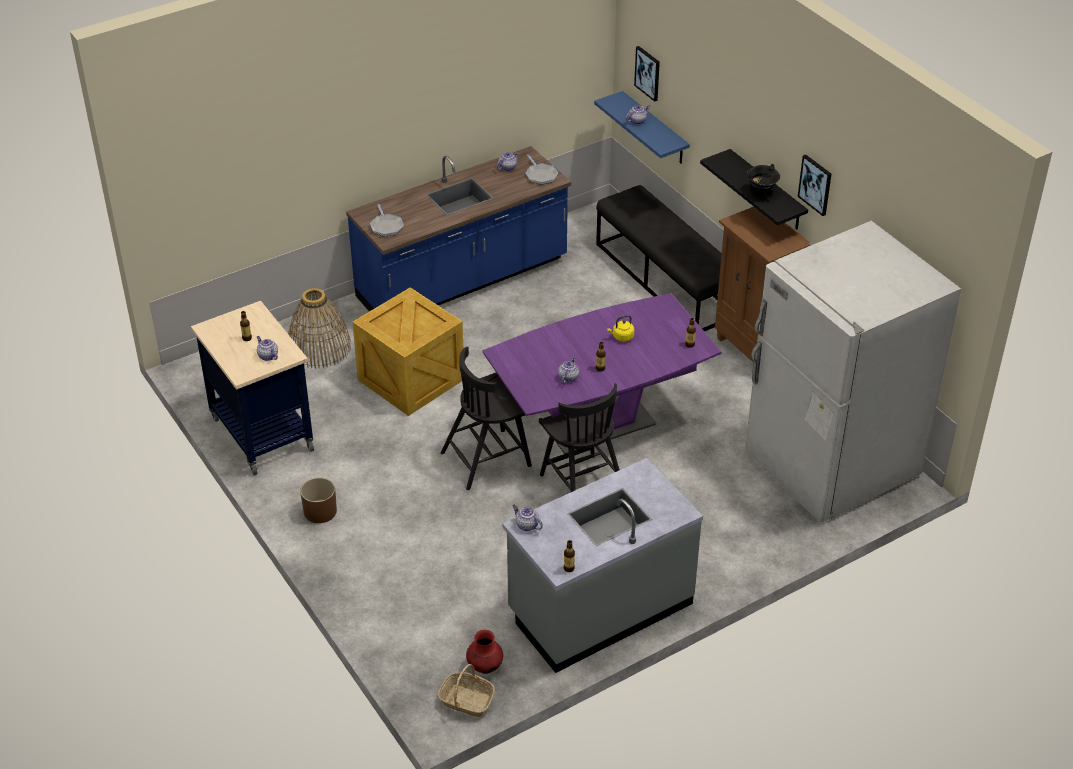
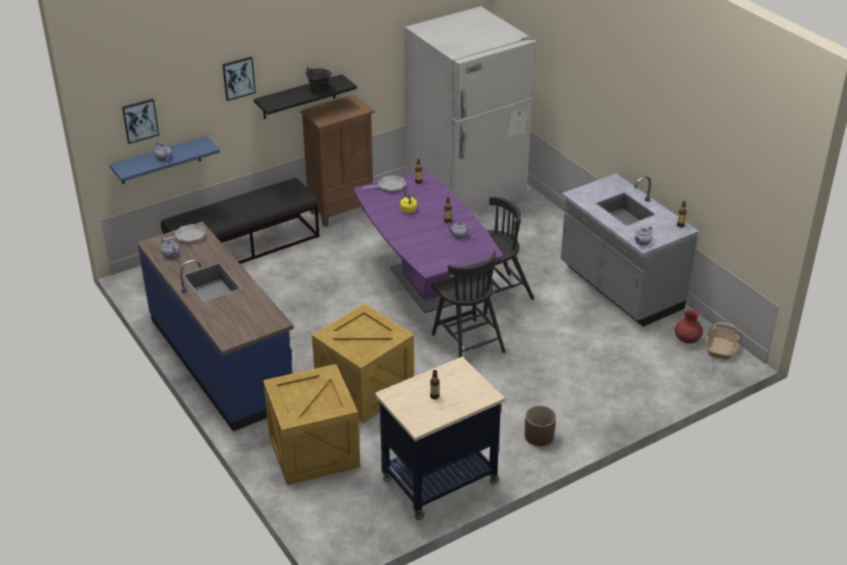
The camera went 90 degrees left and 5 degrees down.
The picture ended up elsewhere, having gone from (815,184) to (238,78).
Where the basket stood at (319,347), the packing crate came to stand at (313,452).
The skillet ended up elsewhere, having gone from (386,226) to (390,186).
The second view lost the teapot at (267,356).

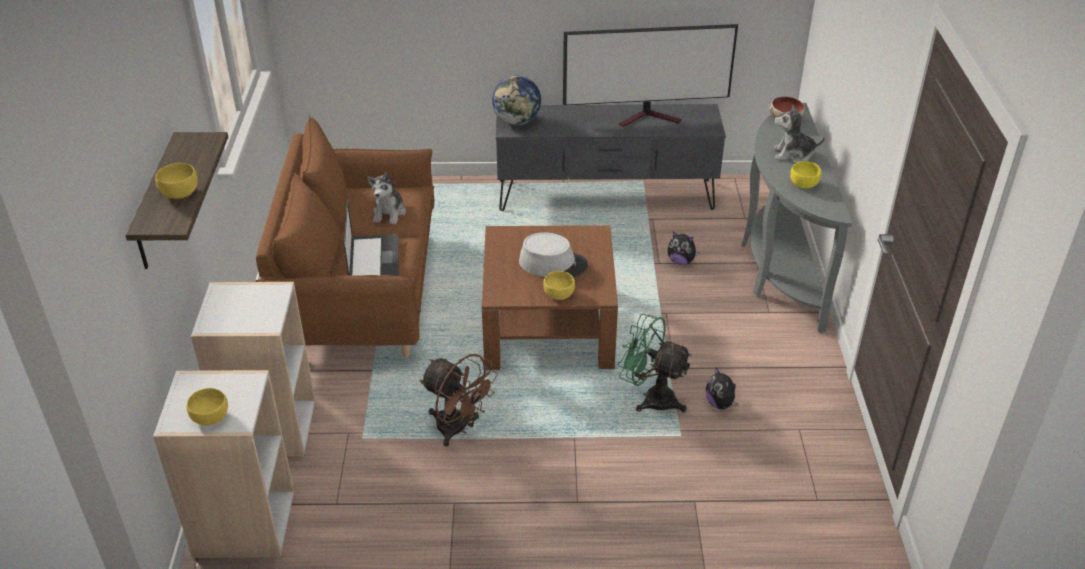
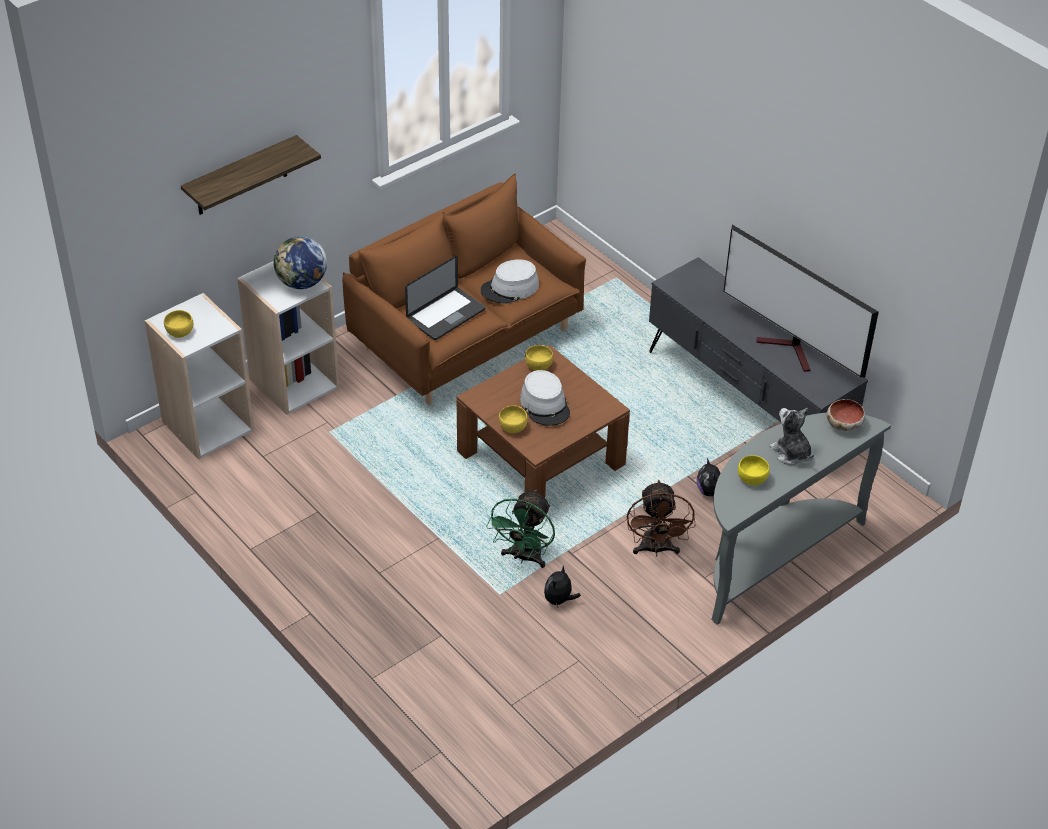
The camera went 50 degrees right and 5 degrees up.
The desk globe ended up elsewhere, having gone from (517,121) to (302,283).
Where the soft toy stood at (389,213), the grey hat came to stand at (510,288).
The green cooling fan at (651,397) ended up facing another way, 150 degrees counterclockwise from before.
The yellow serving bowl ended up elsewhere, having gone from (179,193) to (538,365).
The brownish cooling fan ended up elsewhere, having gone from (458,429) to (656,549).

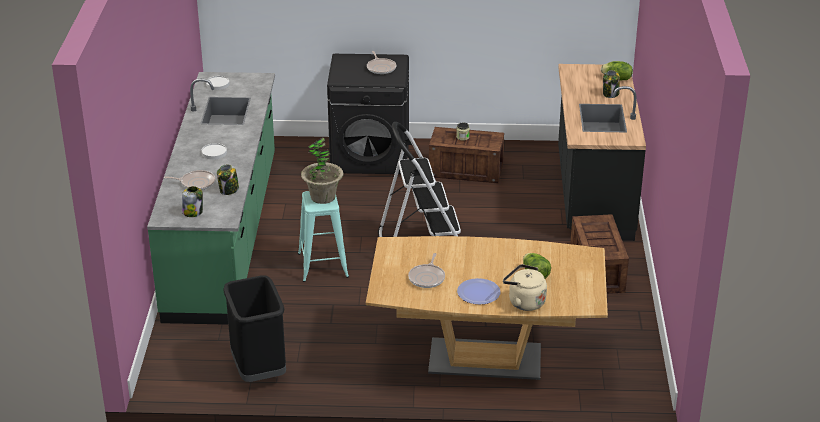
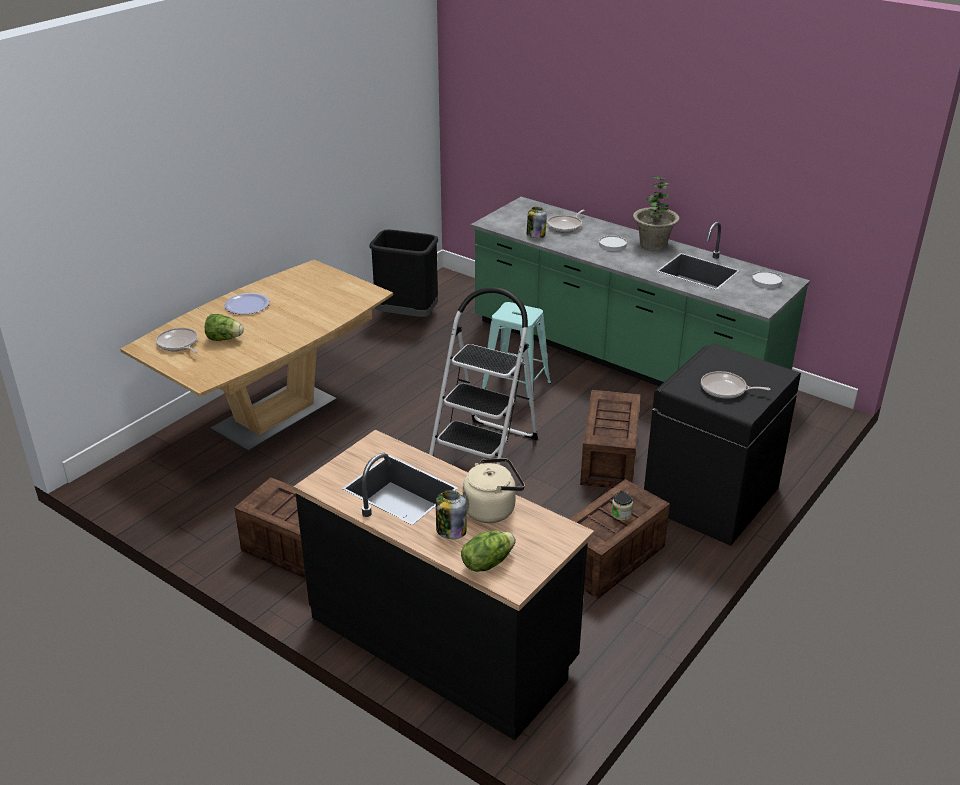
The camera went 125 degrees right and 0 degrees up.
The skillet ended up elsewhere, having gone from (427,278) to (178,344).
The sand-coloured tea kettle ended up elsewhere, having gone from (524,302) to (492,509).
The second view gained the packing crate at (609,457).
The plant in a pot ended up elsewhere, having gone from (323,197) to (653,244).
The second view lost the jar at (193,212).

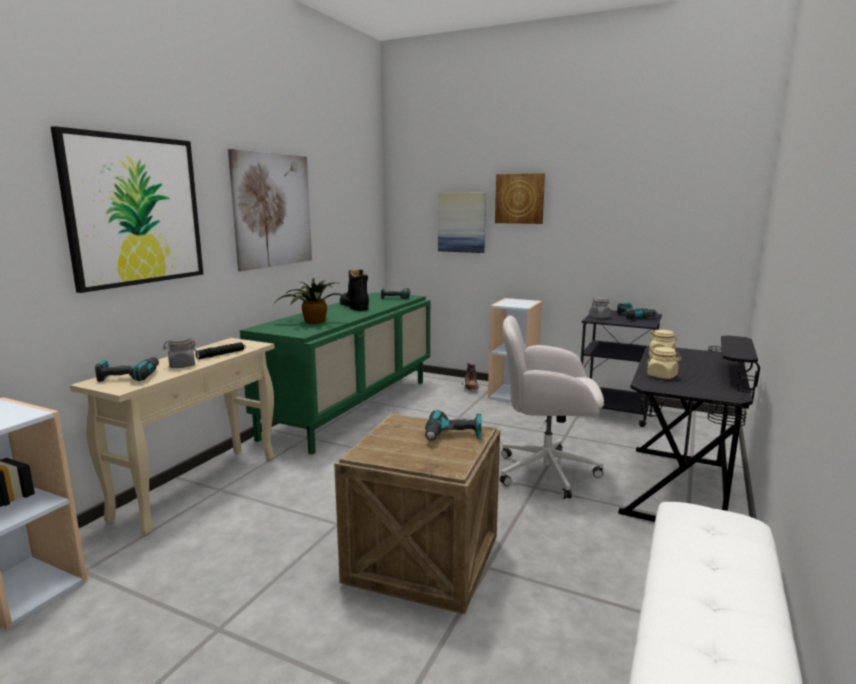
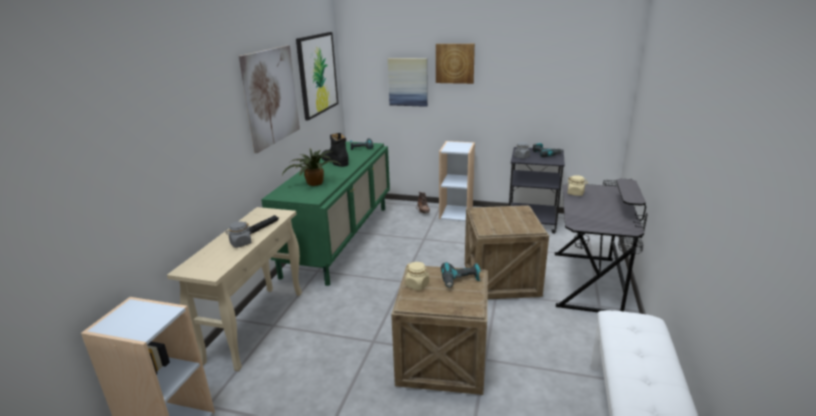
The camera went 10 degrees left and 10 degrees up.
The picture ended up elsewhere, having gone from (135,210) to (317,74).
The sand-coloured jar ended up elsewhere, having gone from (662,376) to (417,285).
Where the white-coloured office chair stood at (546,472), the packing crate came to stand at (500,280).
The second view lost the drill at (129,376).

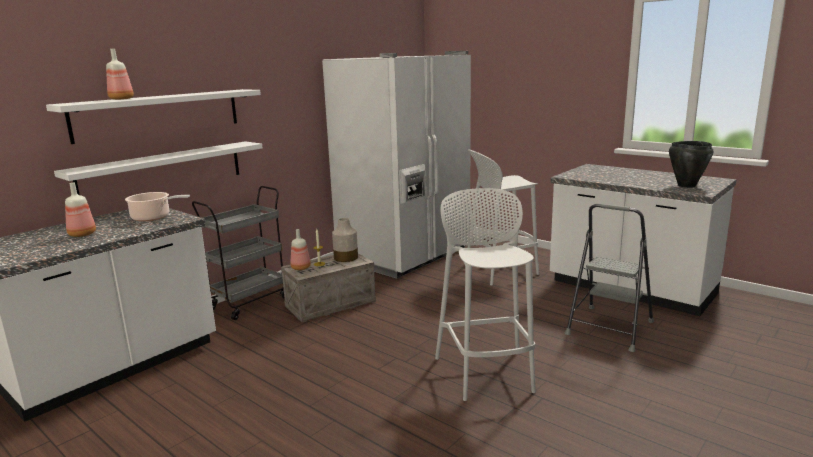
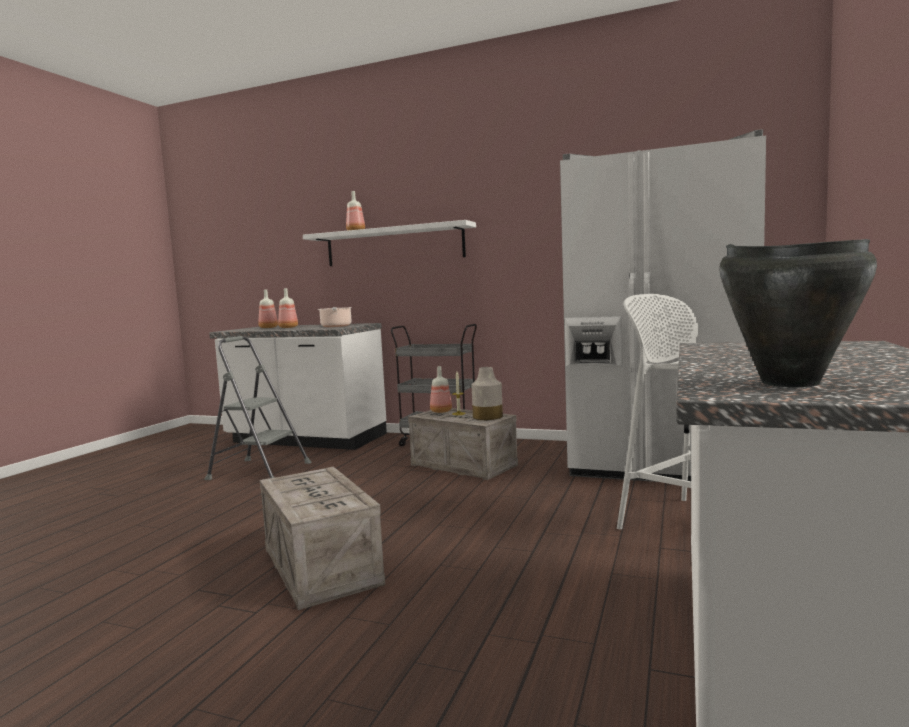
The camera went 70 degrees right and 10 degrees down.
The grey step stool ended up elsewhere, having gone from (609,328) to (257,470).
The second view gained the drink bottle at (267,328).
Where the white-coloured stool stood at (487,372), the packing crate came to stand at (322,566).
The second view lost the white-coloured shelf at (164,171).

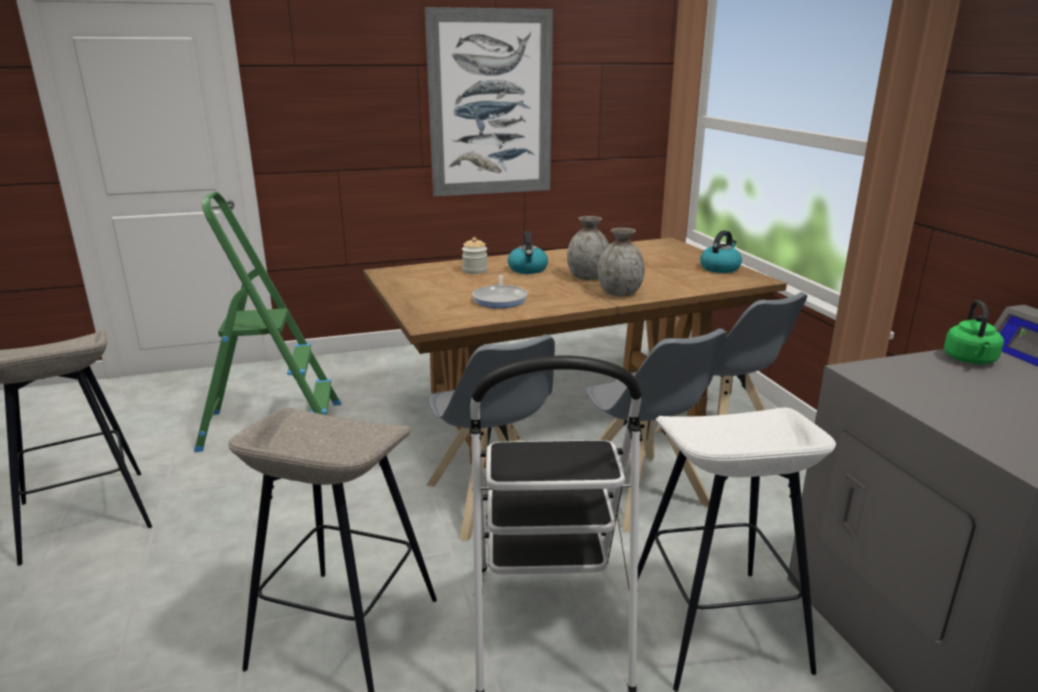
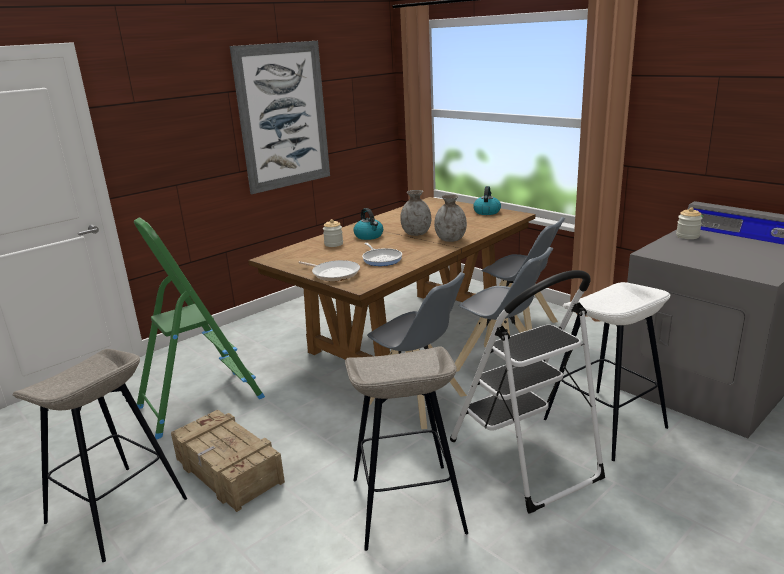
The camera went 25 degrees left and 0 degrees up.
The second view gained the packing crate at (228,471).
The second view gained the skillet at (334,274).
Where the green tea kettle stood at (970,360), the jar came to stand at (687,236).

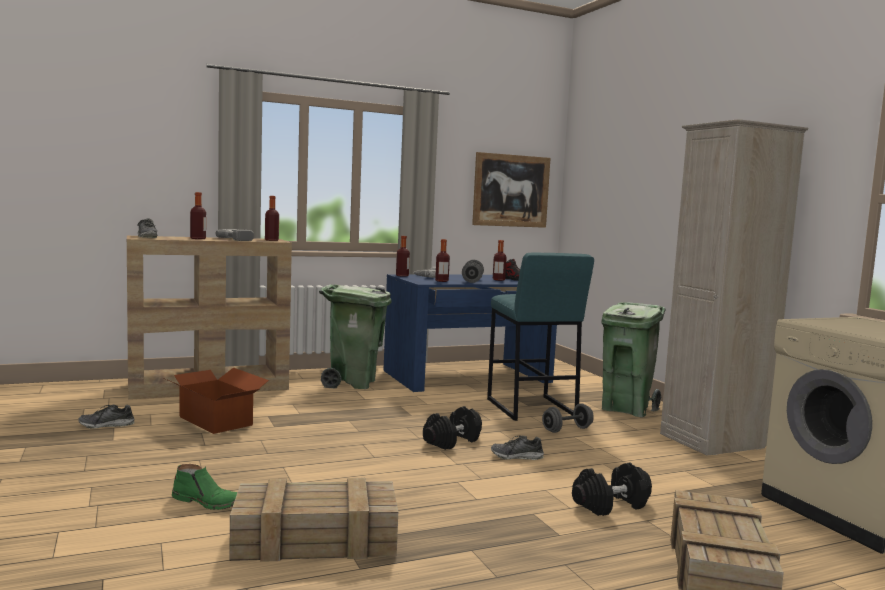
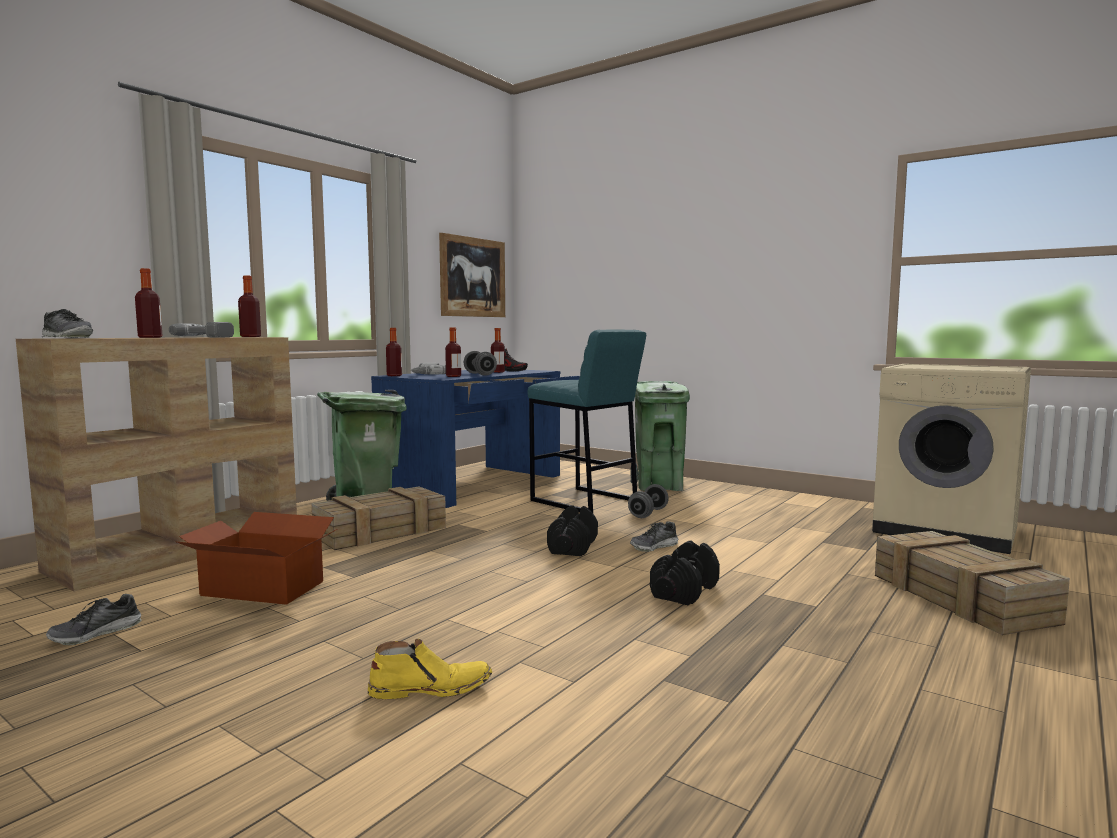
The camera went 30 degrees left and 0 degrees up.
The packing crate ended up elsewhere, having gone from (318,539) to (382,531).
What was the green high-top boot at (208,502) turned into the yellow high-top boot at (430,688).
The black hand weight ended up elsewhere, having gone from (610,505) to (685,591).
The second view lost the sand-coloured storage cabinet at (713,441).

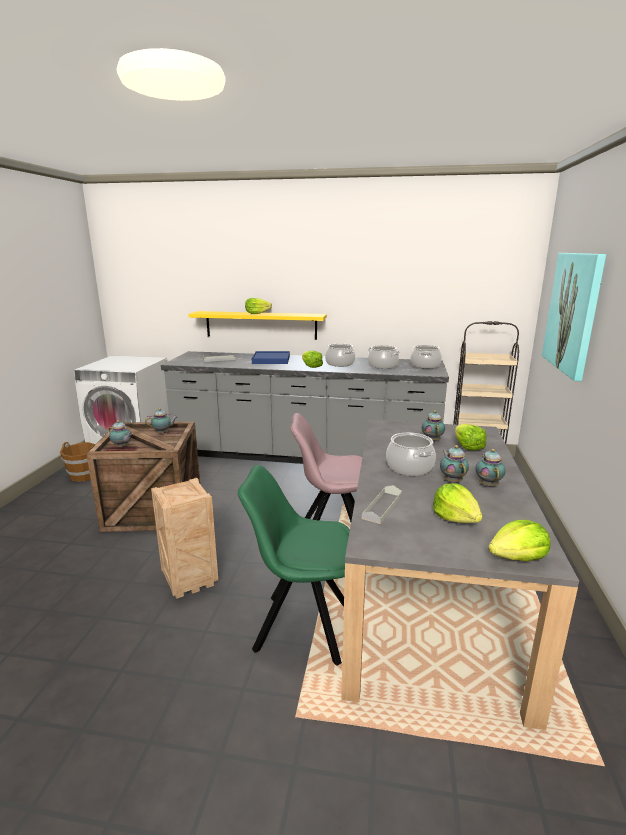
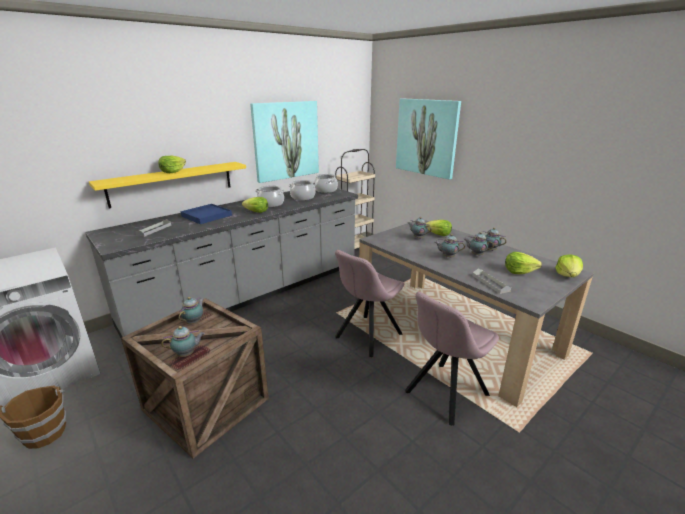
The camera went 50 degrees left and 5 degrees up.
The second view gained the picture at (286,140).
What was the green chair at (302,627) turned into the pink-coloured chair at (445,393).
Where the stockpot stood at (410,467), the teapot came to stand at (447,257).
The second view lost the packing crate at (190,580).

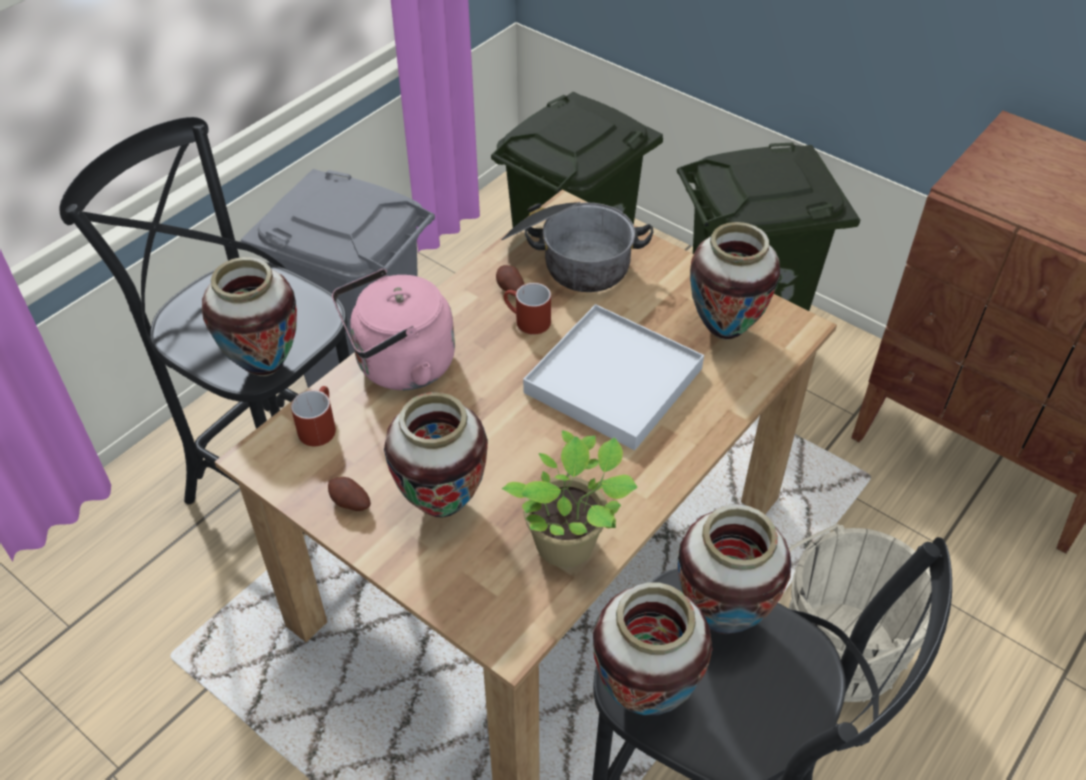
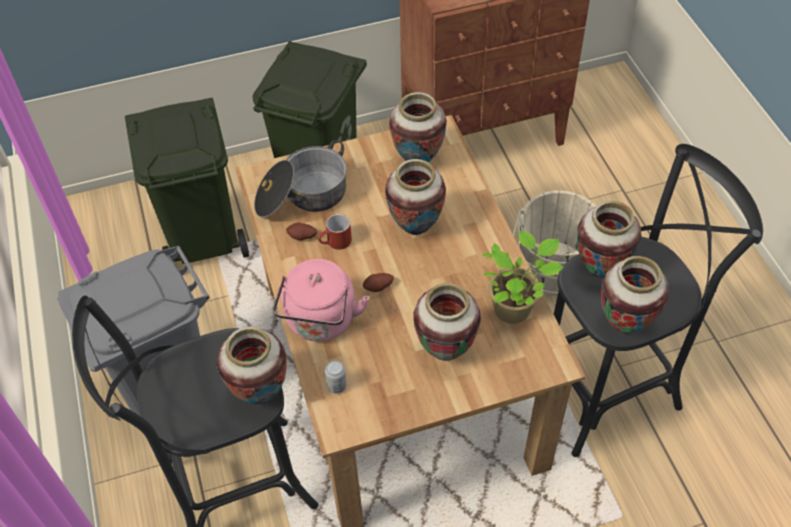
The camera went 55 degrees left and 5 degrees up.
Where the red-coloured mug stood at (318,426), the metal can came to stand at (337,386).
The potato ended up elsewhere, having gone from (350,503) to (378,288).
Where the white-coloured serving tray stood at (613,381), the flower vase came to stand at (415,228).

